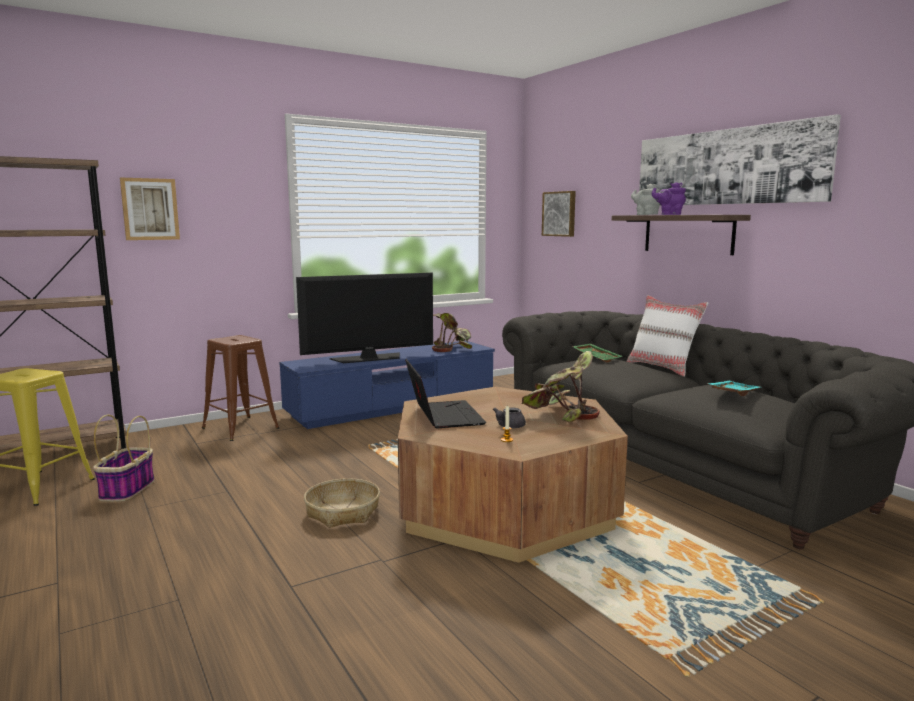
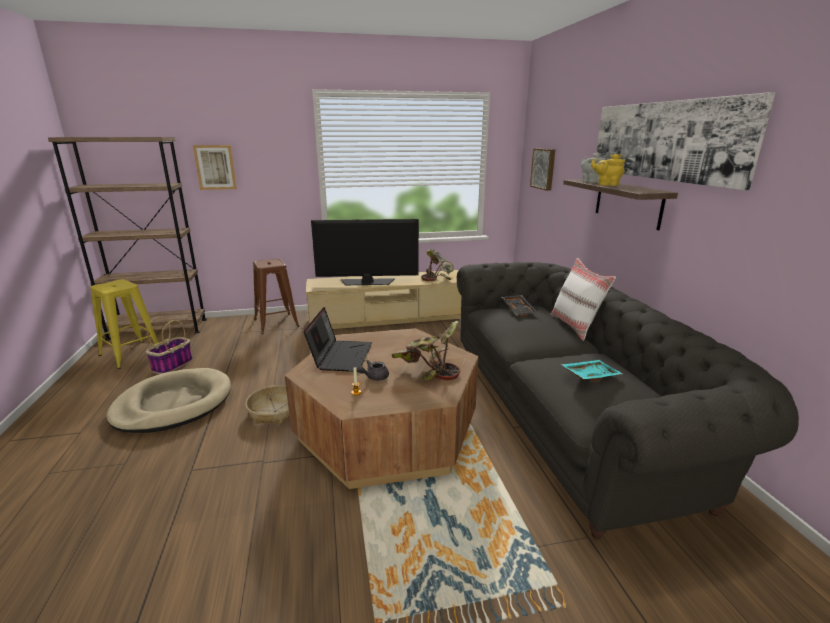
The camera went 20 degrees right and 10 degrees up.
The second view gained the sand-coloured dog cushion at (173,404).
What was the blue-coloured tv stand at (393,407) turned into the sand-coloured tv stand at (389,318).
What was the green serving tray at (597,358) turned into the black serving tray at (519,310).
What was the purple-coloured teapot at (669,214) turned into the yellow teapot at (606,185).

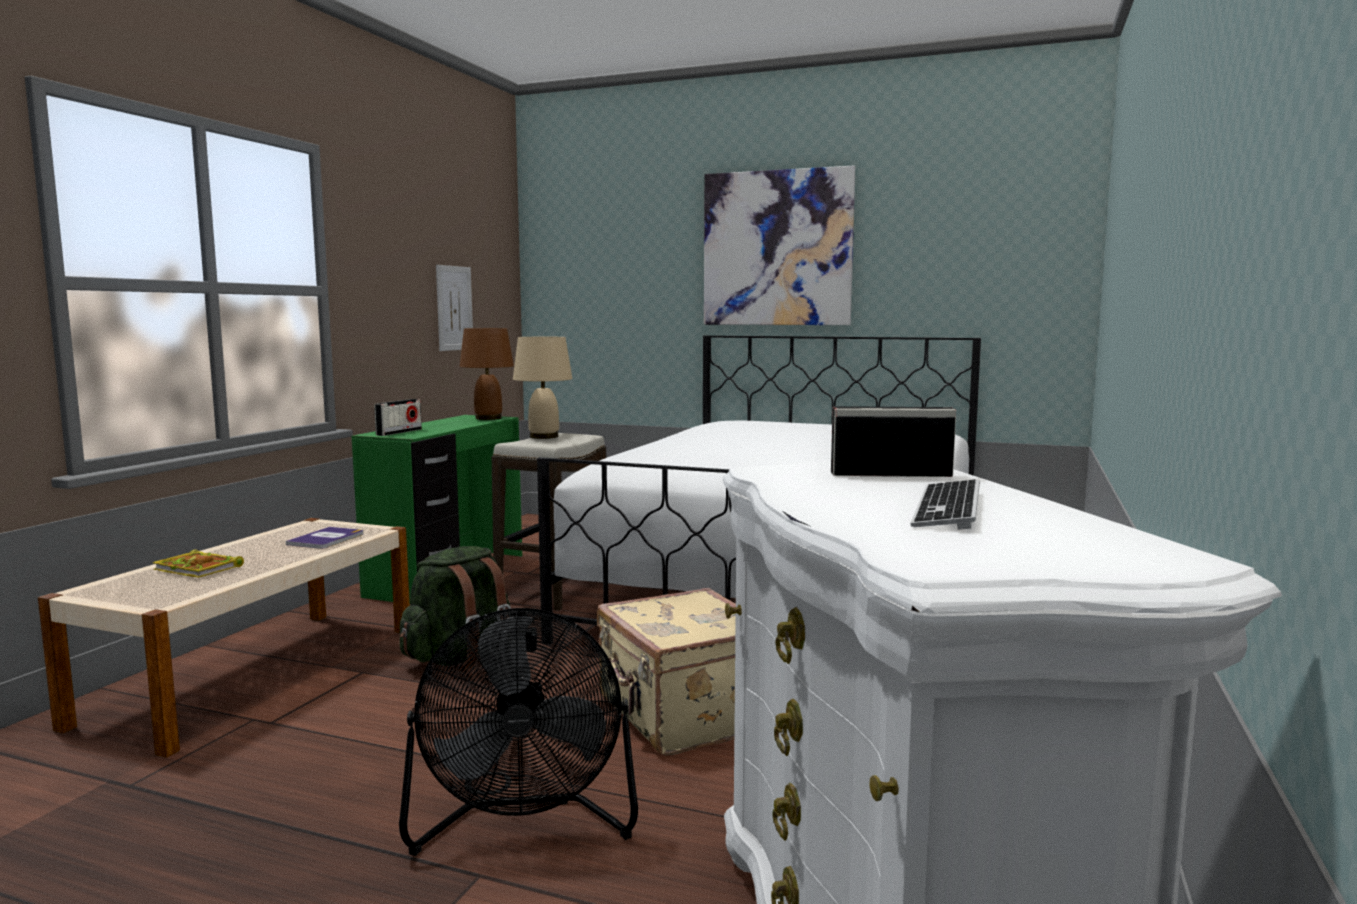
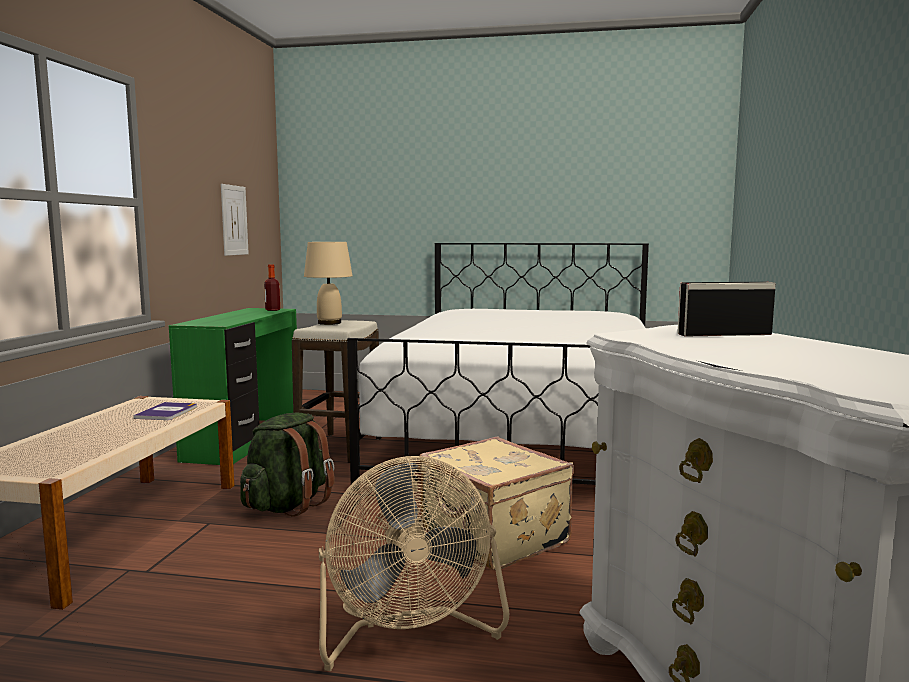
The camera went 10 degrees left and 0 degrees up.
Where the brownish lamp for a table stood at (489,418), the drink bottle came to stand at (272,310).
What was the black cooling fan at (516,821) turned into the sand-coloured cooling fan at (401,634).
The second view lost the volume at (200,568).
The second view lost the radio receiver at (399,432).
The second view lost the picture at (777,248).
The second view lost the computer keyboard at (947,508).

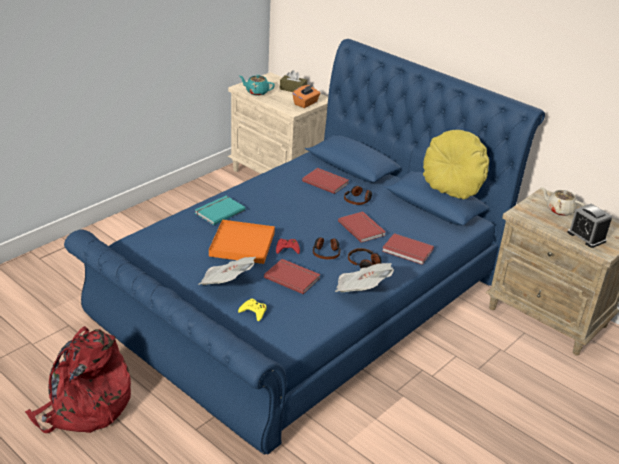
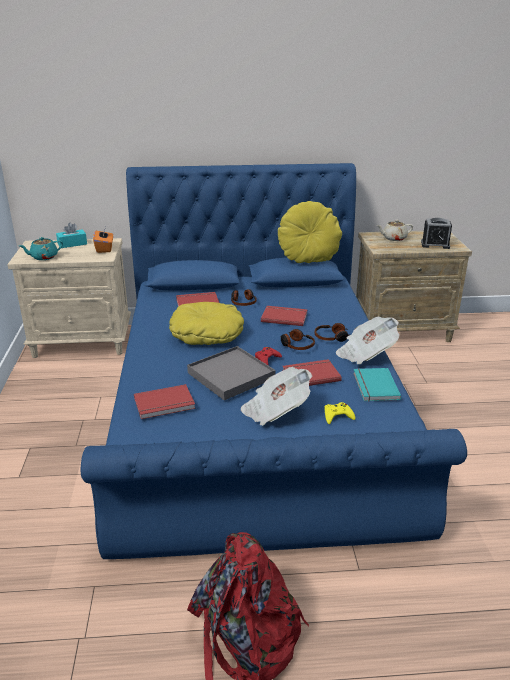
The camera went 45 degrees left and 5 degrees down.
What was the brownish tissue box at (293,89) turned into the turquoise-coloured tissue box at (72,244).
The red-coloured volume ended up elsewhere, having gone from (407,251) to (165,404).
The second view gained the yellow pillow at (207,333).
What was the orange-coloured serving tray at (242,244) turned into the grey serving tray at (231,375).
The turquoise-coloured volume ended up elsewhere, having gone from (219,211) to (374,386).

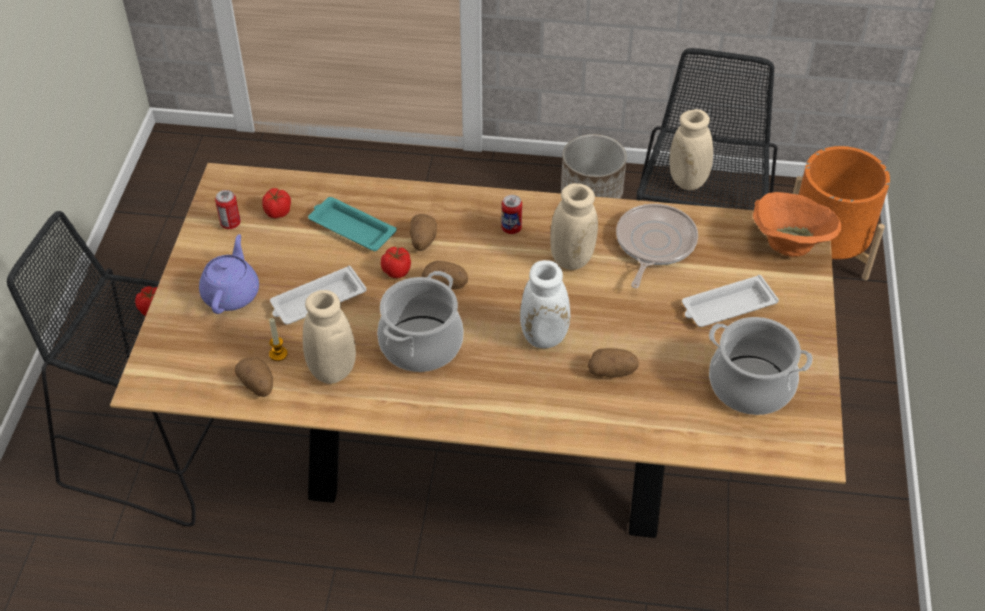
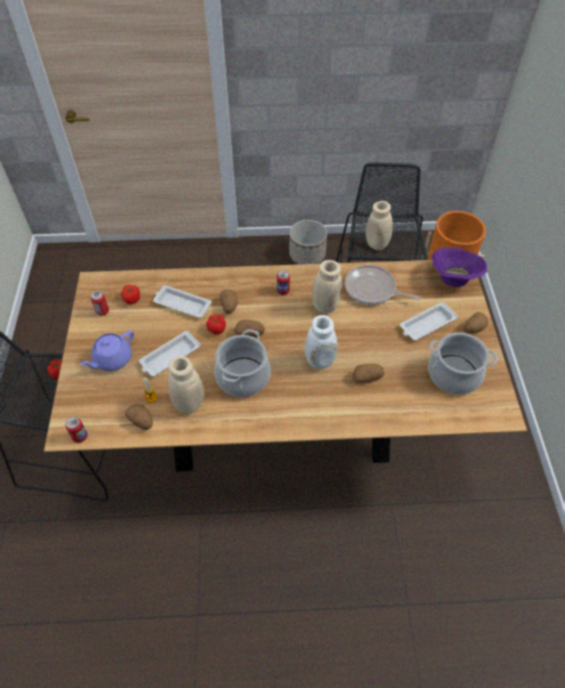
The camera went 10 degrees left and 5 degrees up.
The second view gained the metal can at (80,436).
The purple-coloured teapot at (231,293) ended up facing another way, 135 degrees counterclockwise from before.
What was the turquoise-coloured serving tray at (351,228) turned into the white-coloured serving tray at (181,304).
The skillet at (653,244) ended up facing another way, 75 degrees counterclockwise from before.
What was the orange-coloured serving bowl at (789,244) turned into the purple-coloured serving bowl at (453,278).
The second view gained the potato at (473,328).

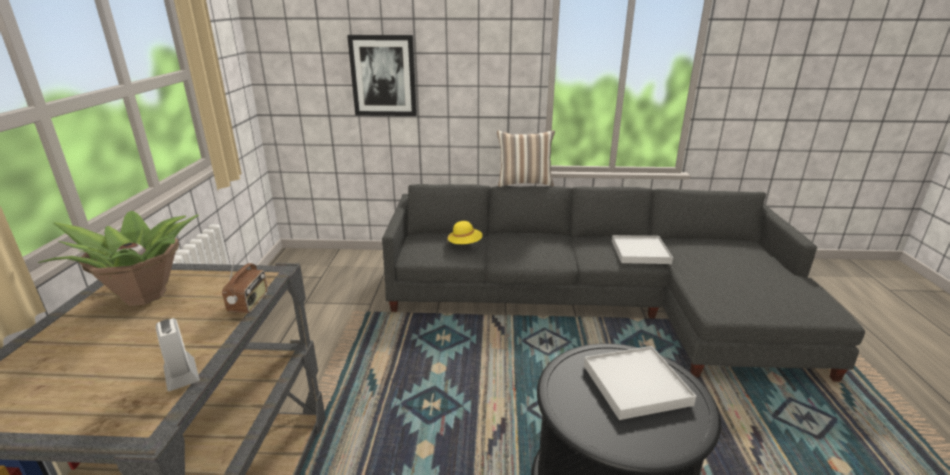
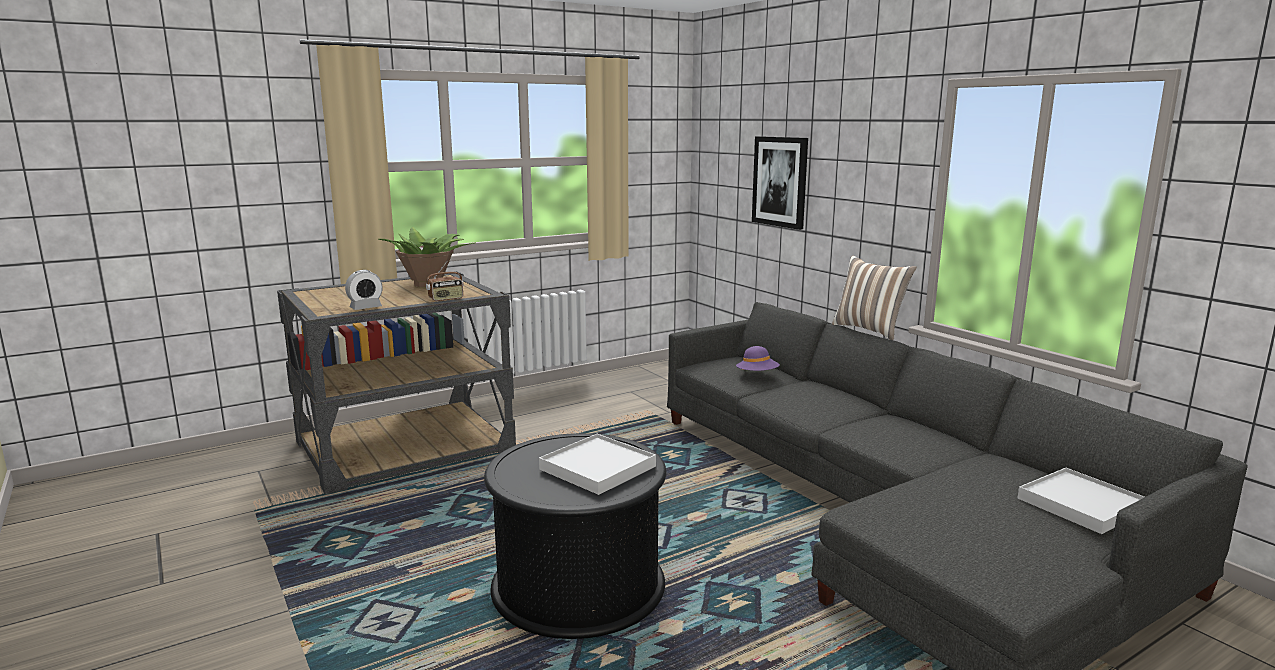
The camera went 55 degrees right and 10 degrees down.
The alarm clock at (181,375) ended up facing another way, 150 degrees counterclockwise from before.
What was the yellow hat at (465,244) turned into the purple-coloured hat at (757,375).
The white-coloured serving tray ended up elsewhere, having gone from (640,252) to (1081,504).

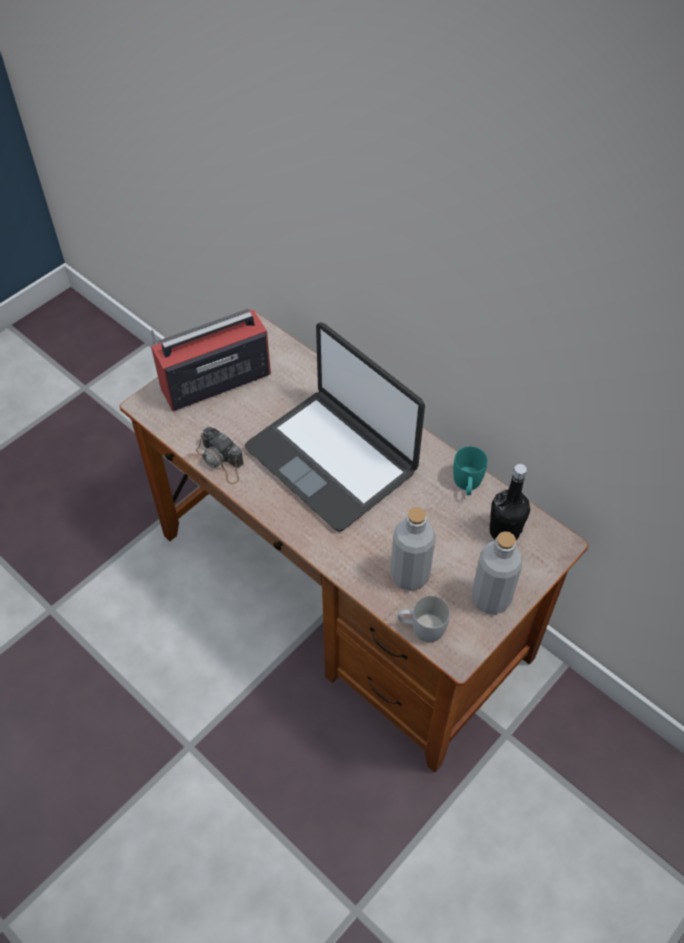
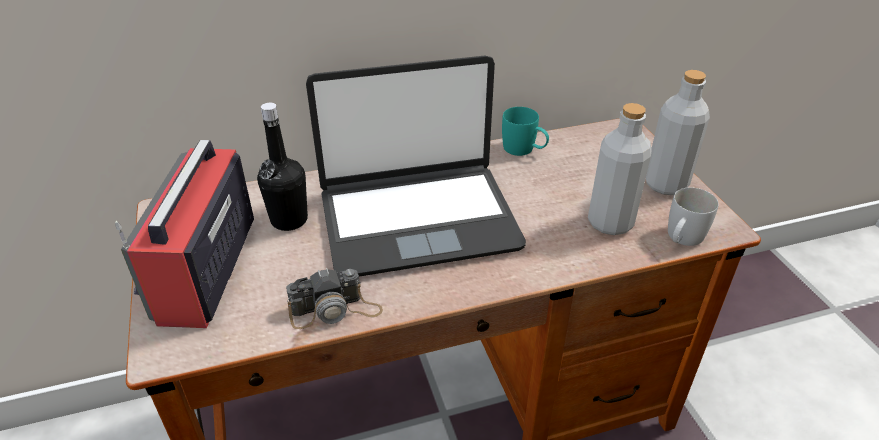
The camera went 60 degrees left and 15 degrees down.
The black drink bottle ended up elsewhere, having gone from (504,531) to (289,220).

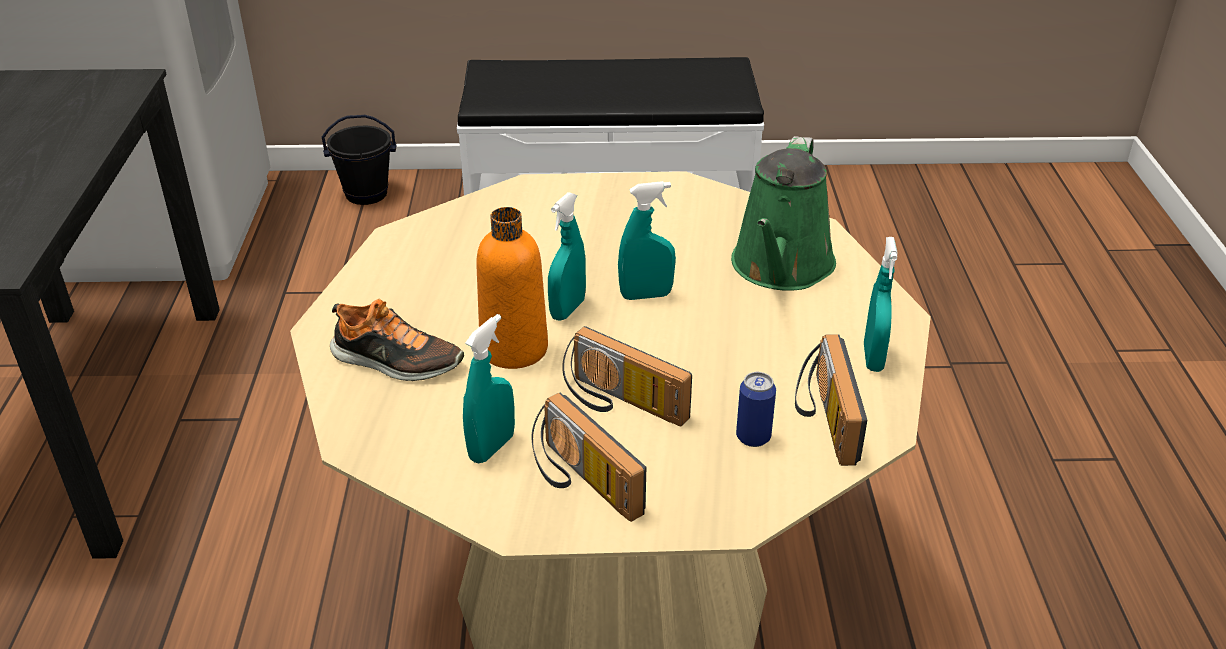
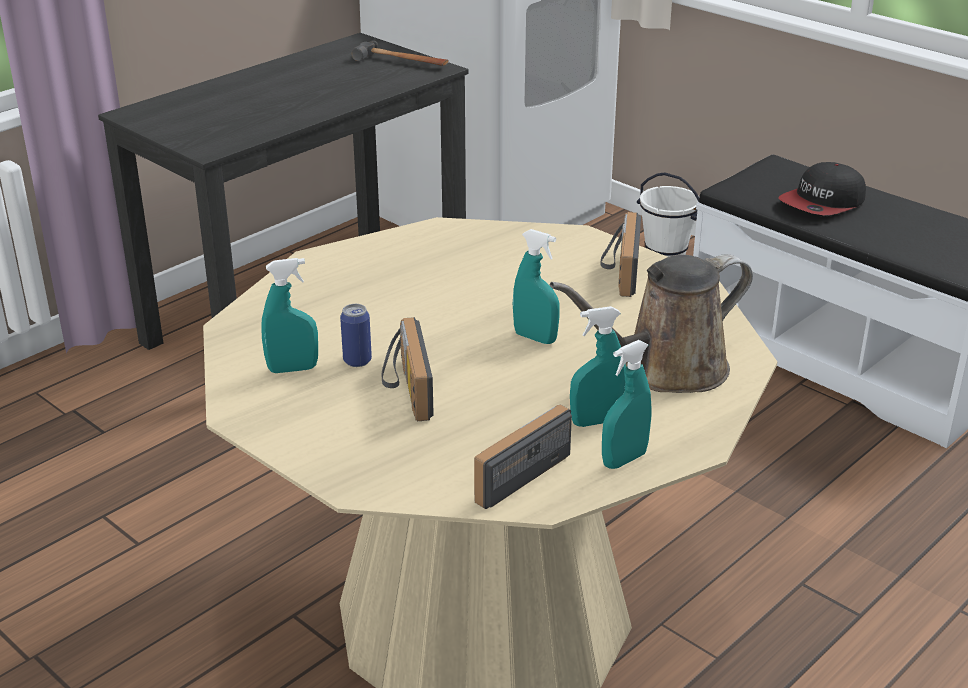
The camera went 45 degrees right and 5 degrees down.
The metal can ended up elsewhere, having gone from (753,437) to (357,361).
The second view gained the tool hammer at (402,62).
What was the green sprinkling can at (781,268) turned into the brownish sprinkling can at (666,370).
The turquoise-coloured hand sprayer ended up elsewhere, having gone from (567,309) to (596,421).
The radio receiver ended up elsewhere, having gone from (580,481) to (618,270).
What was the black pail at (366,194) turned into the white-coloured pail at (666,252).
The second view gained the cap at (822,203).
The second view lost the shoe at (396,362).
The second view lost the orange-coloured drink bottle at (514,349).

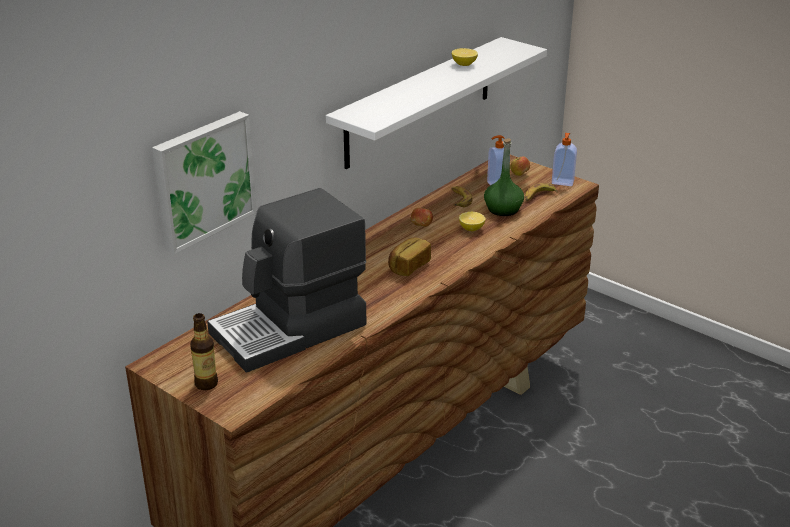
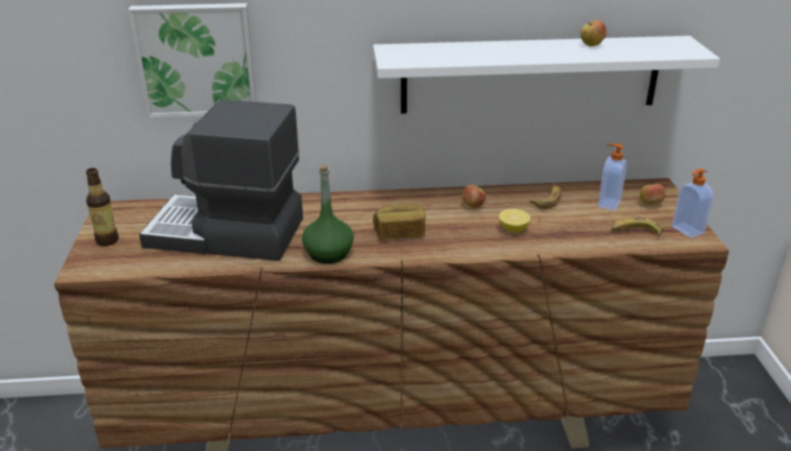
The camera went 45 degrees right and 0 degrees up.
The green drink bottle ended up elsewhere, having gone from (503,209) to (328,253).
Where the lemon stood at (464,64), the apple fruit came to stand at (591,45).

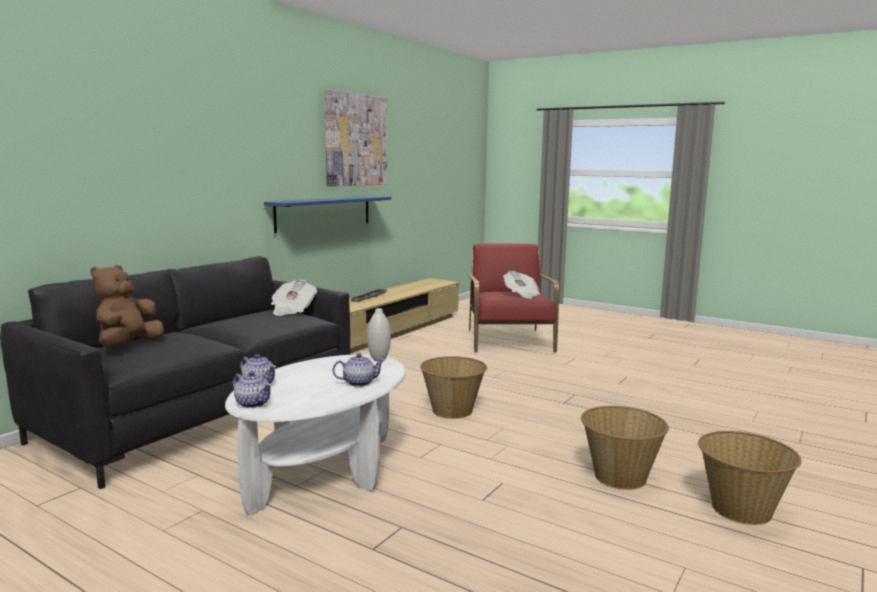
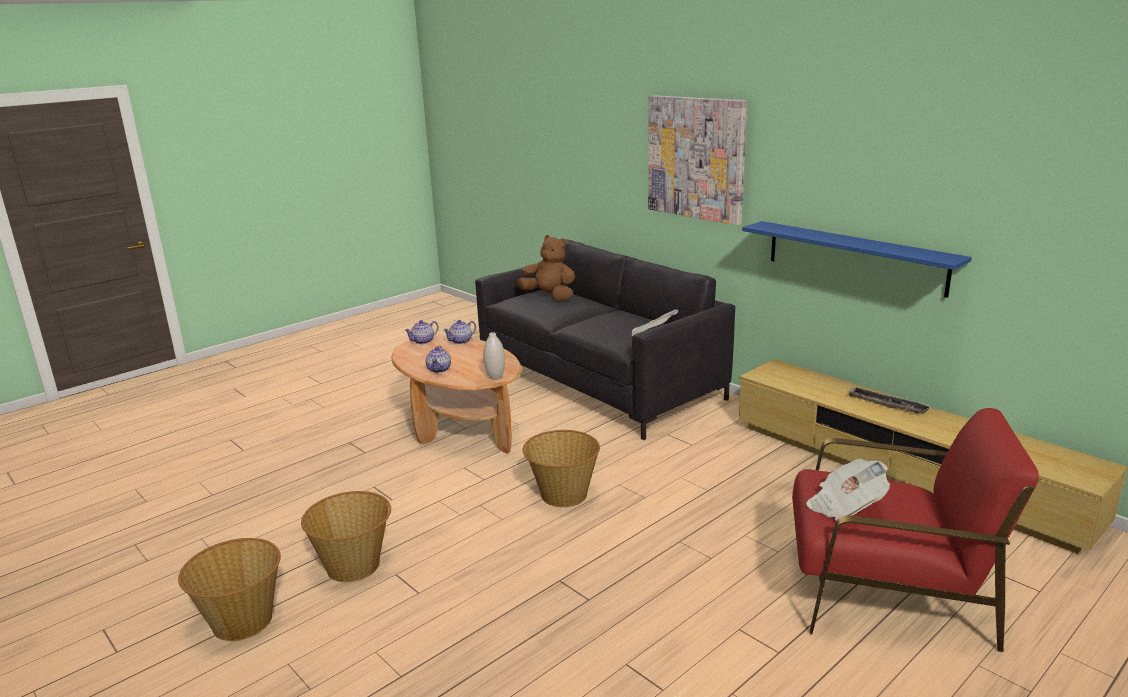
The camera went 105 degrees right and 10 degrees up.
What was the white-coloured coffee table at (324,473) turned into the brownish coffee table at (461,428).
The picture ended up elsewhere, having gone from (355,140) to (696,158).

